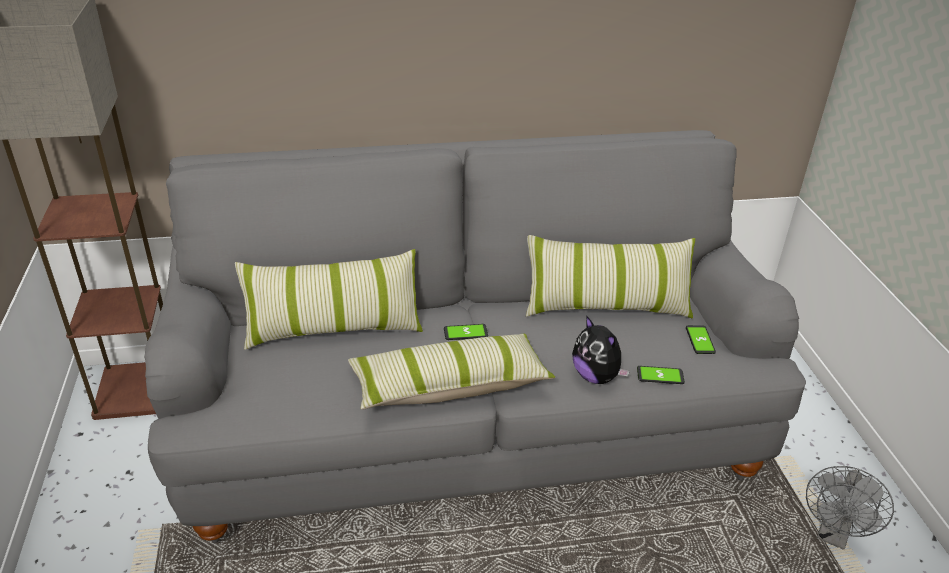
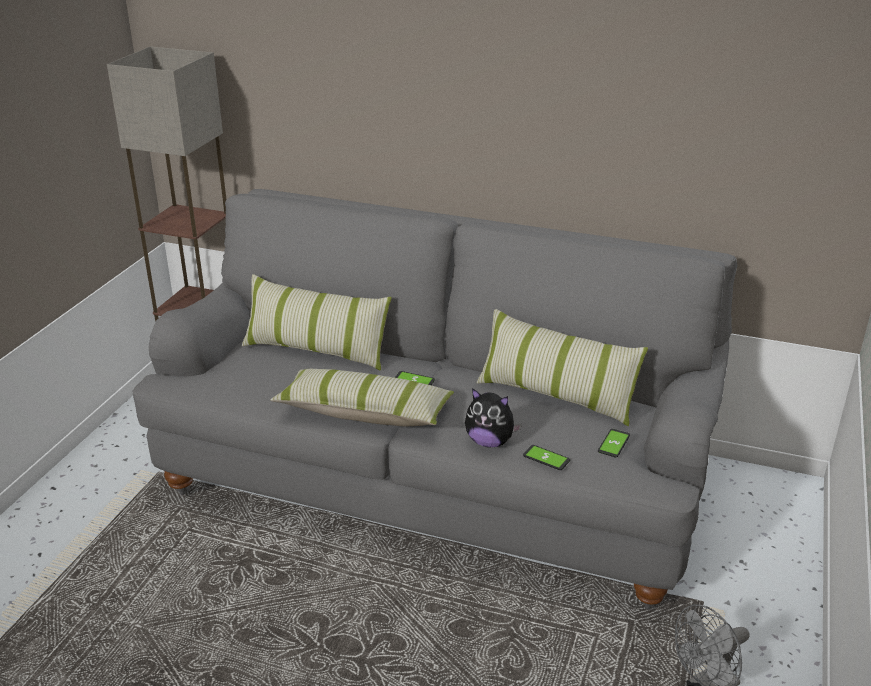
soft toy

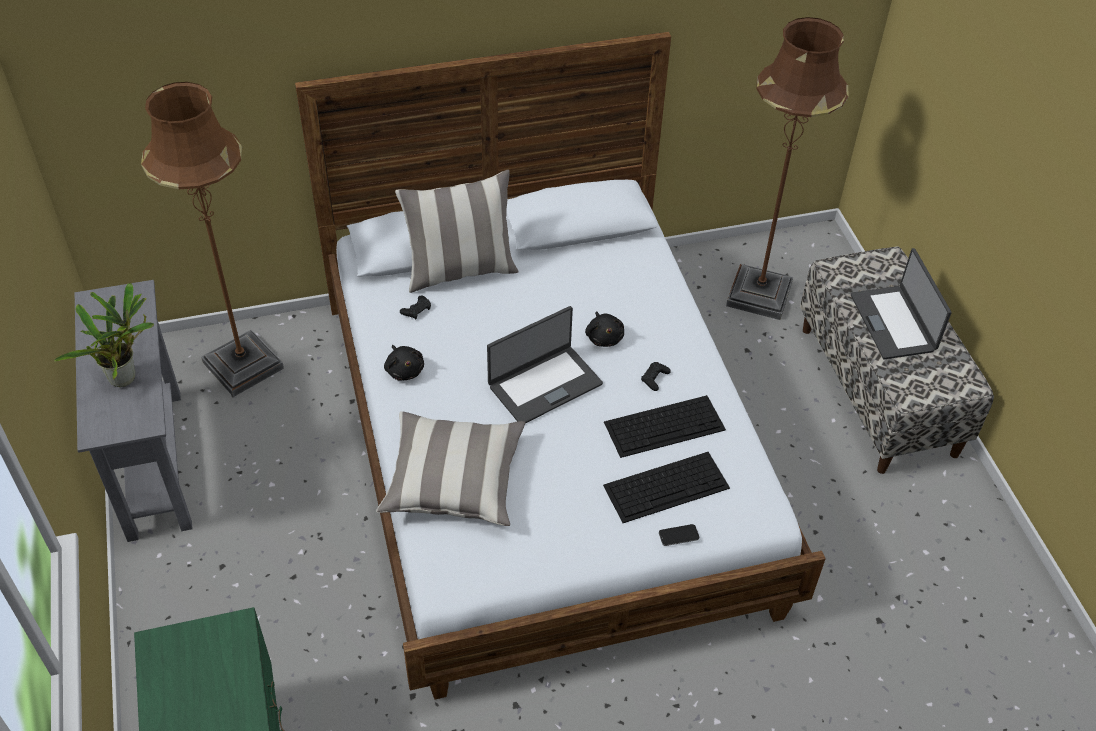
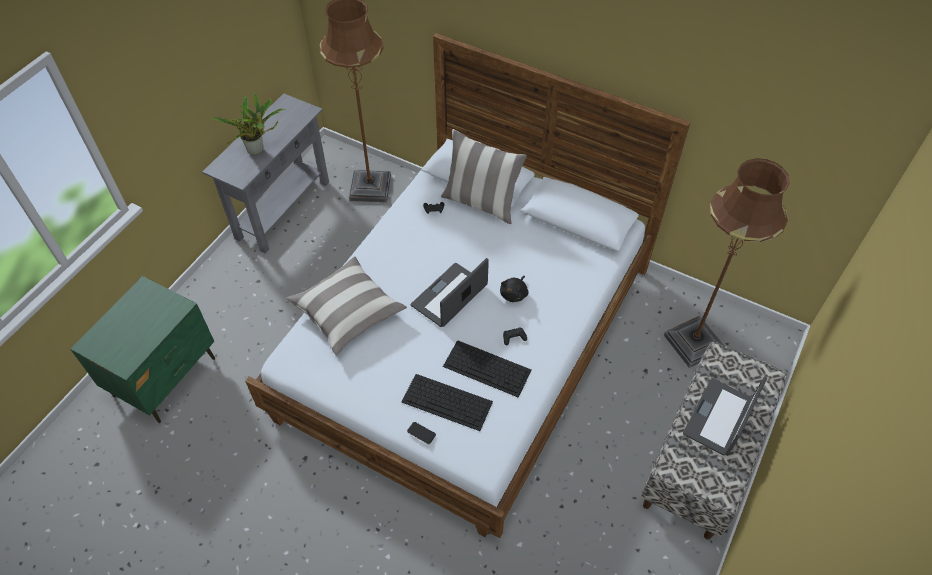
black soft toy (1st from left in the first image)
notebook computer (1st from left)

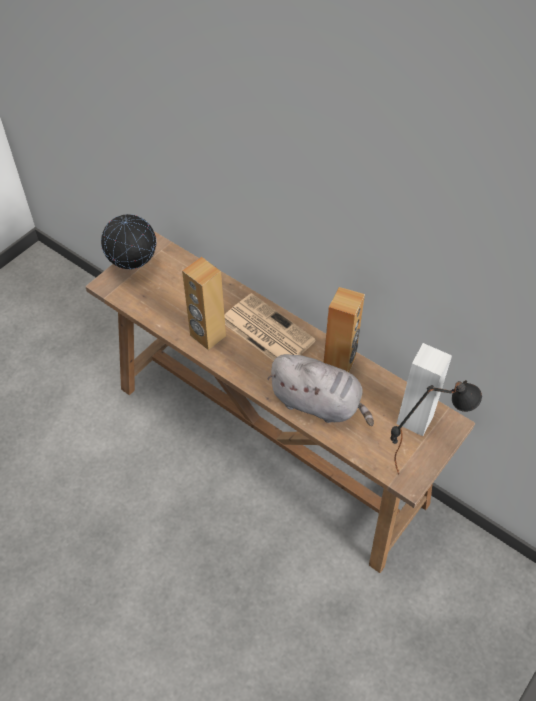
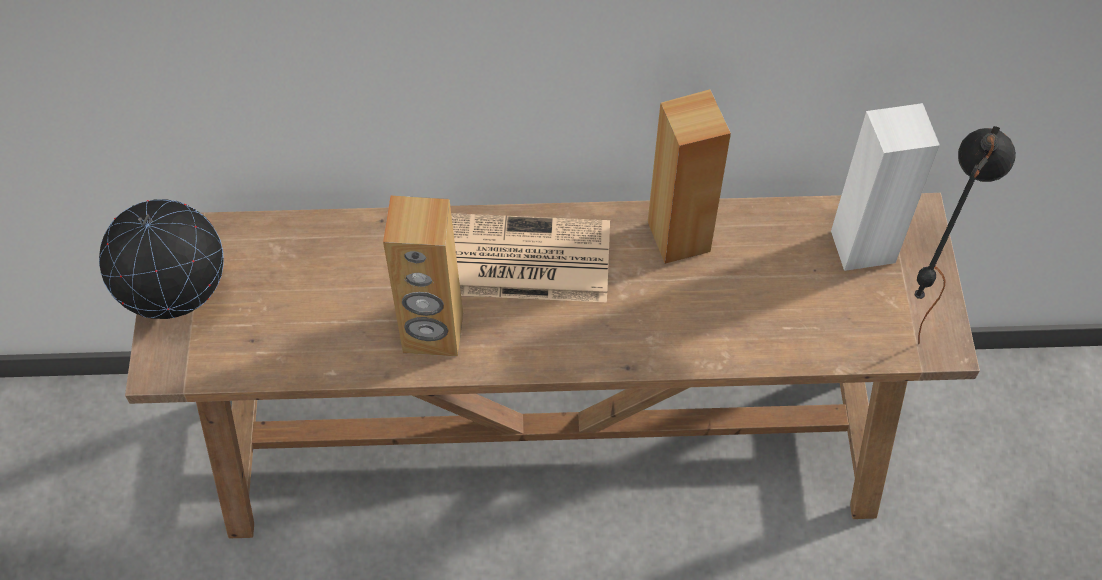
greyish soft toy

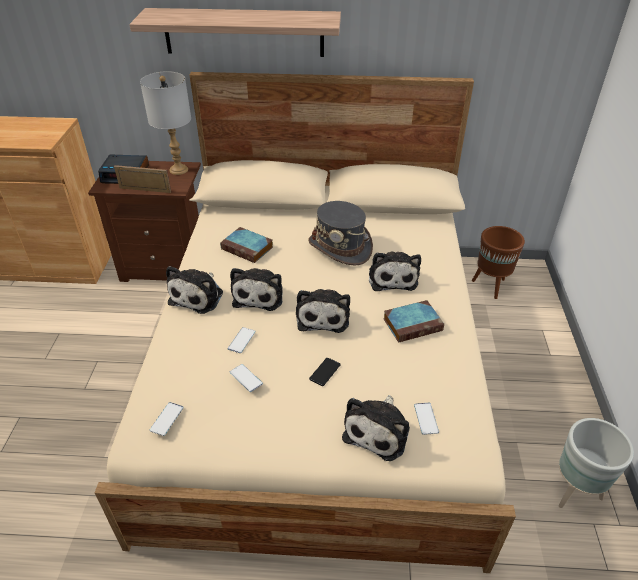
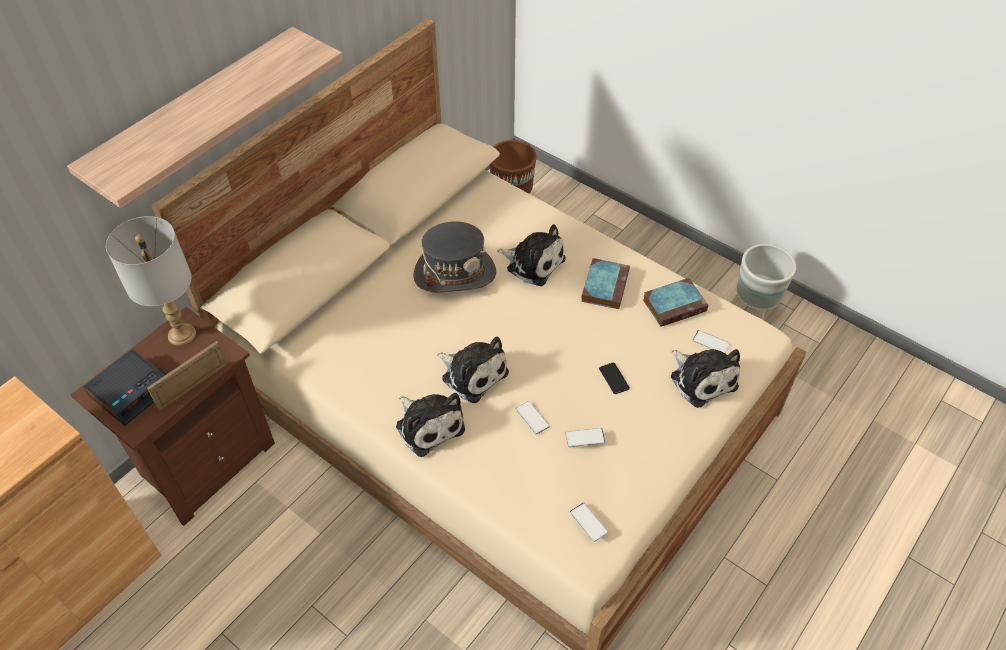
bound book (2nd from left)
soft toy (3rd from left in the first image)

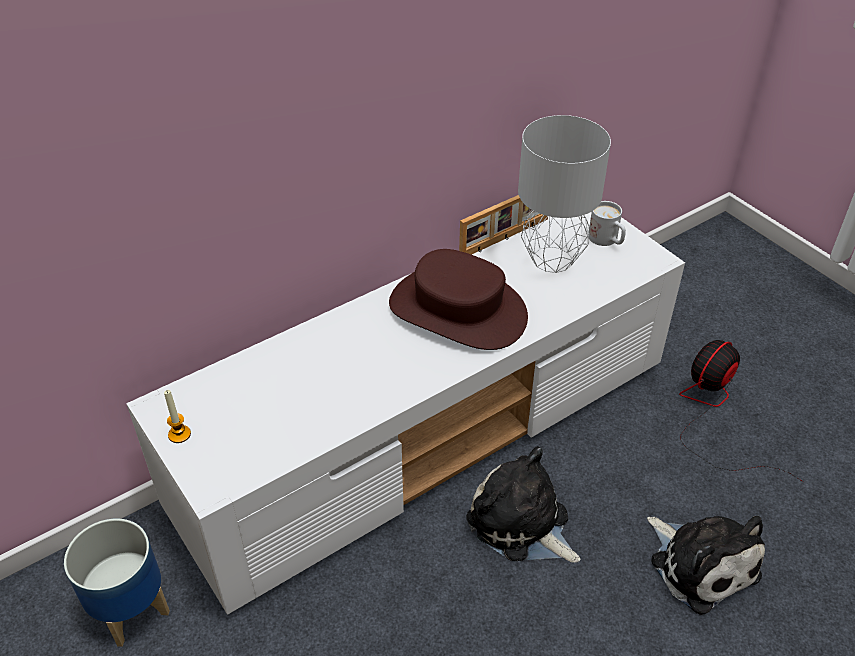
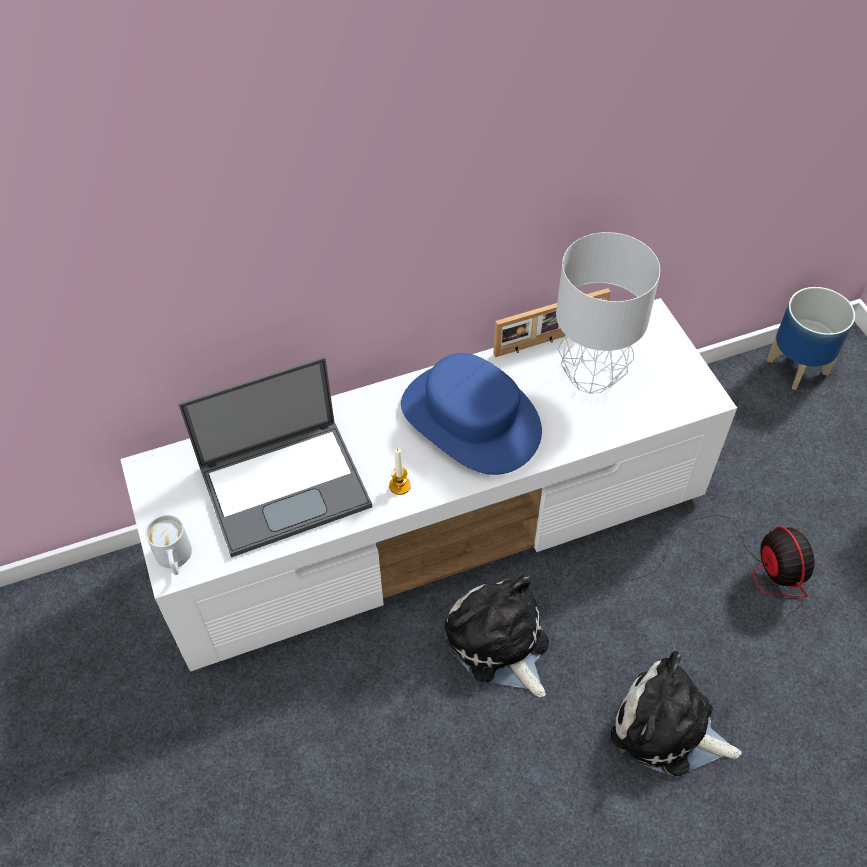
flower pot
wax candle
blue clothing hat
white-coloured mug
soft toy (2nd from left)
fan
notebook computer

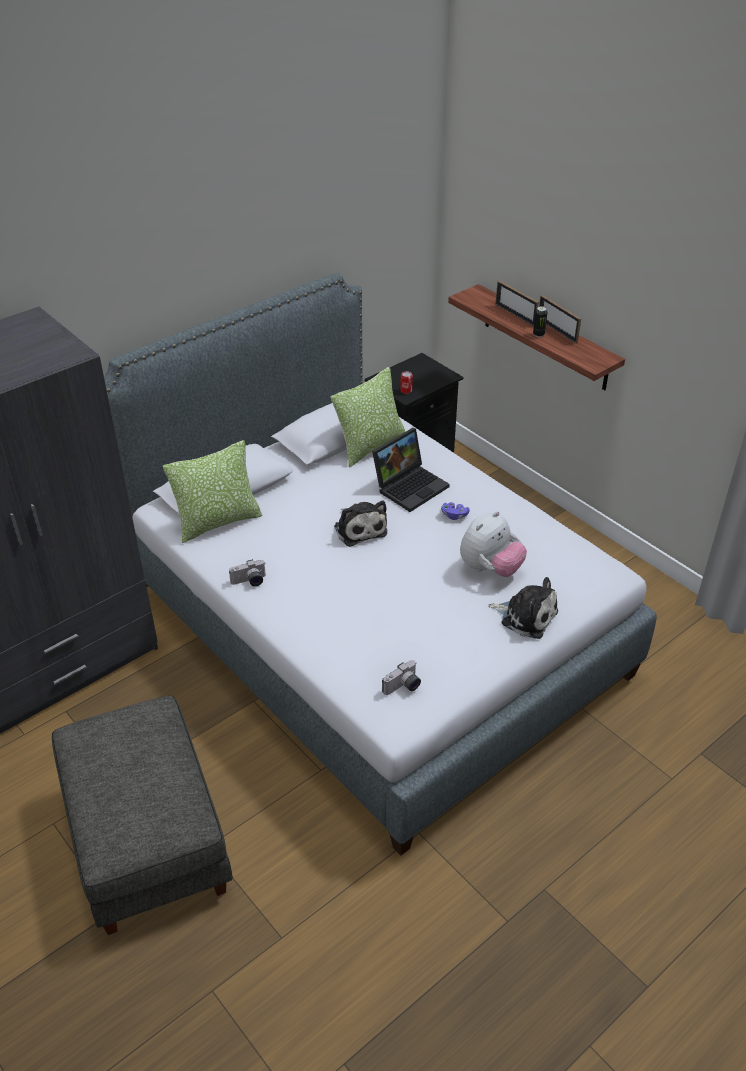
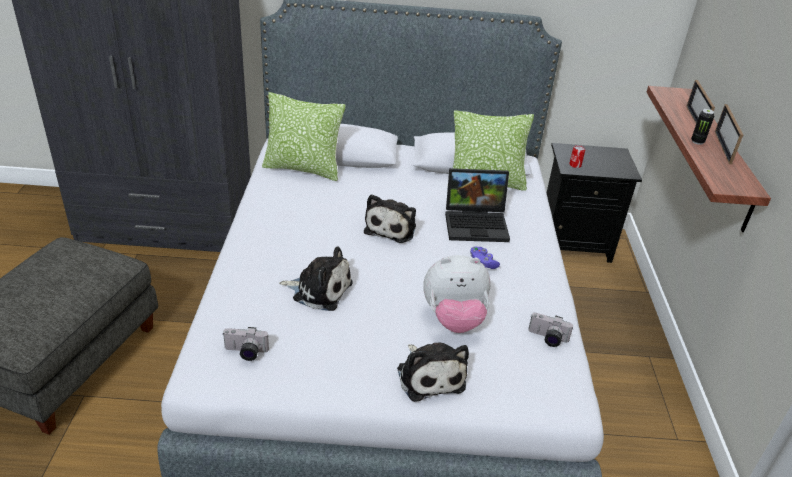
still camera (2nd from left)
soft toy (1st from left)

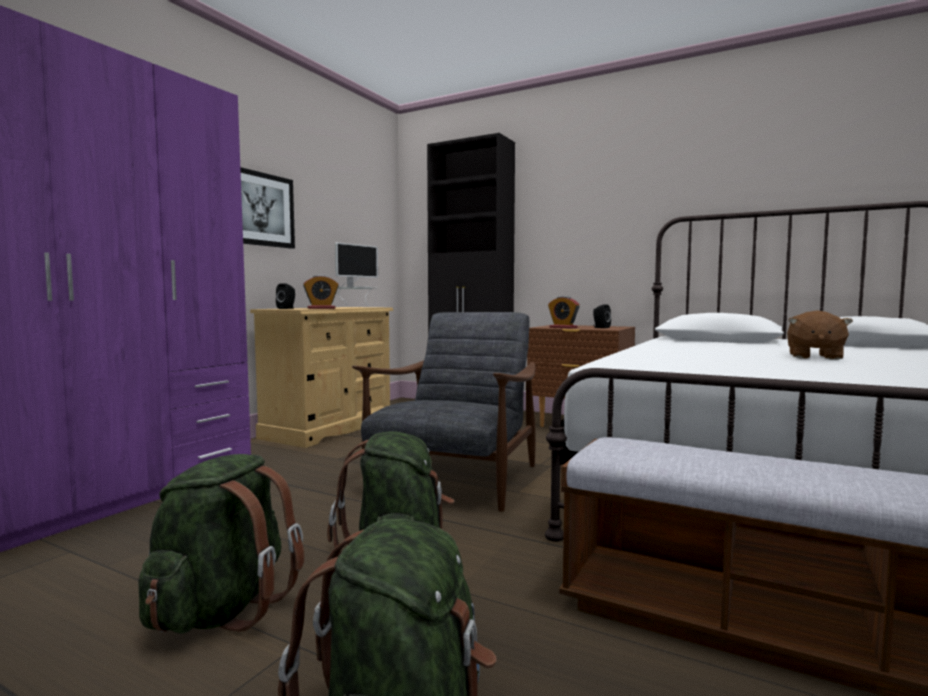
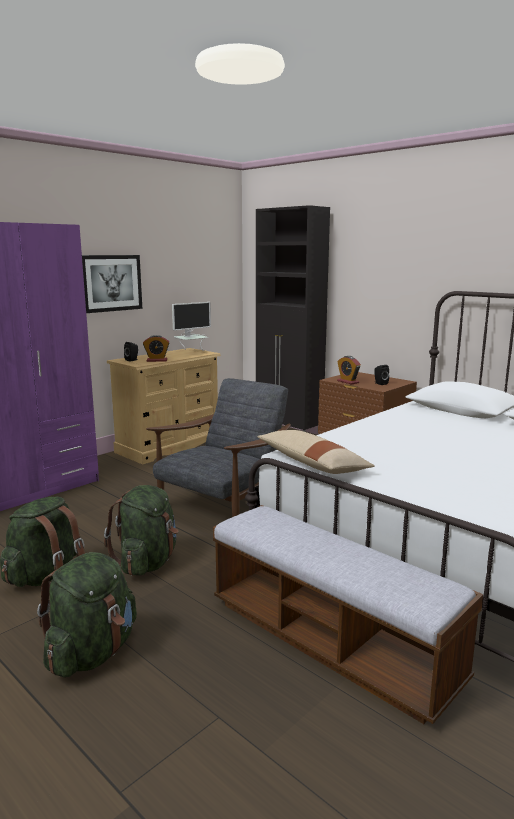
brown soft toy
sand-coloured throw pillow

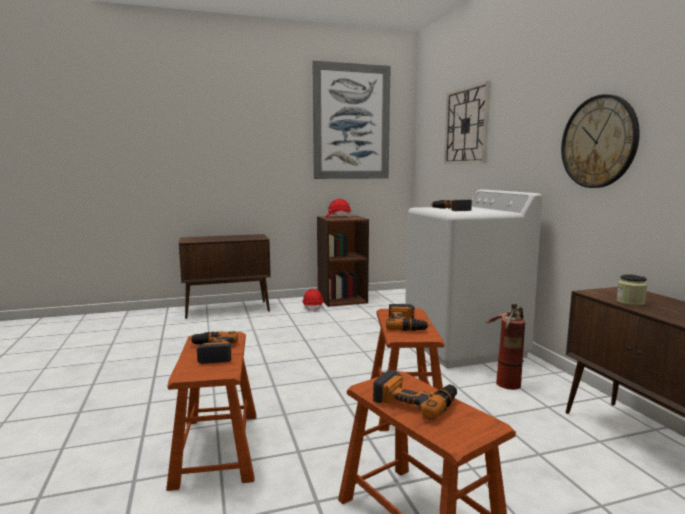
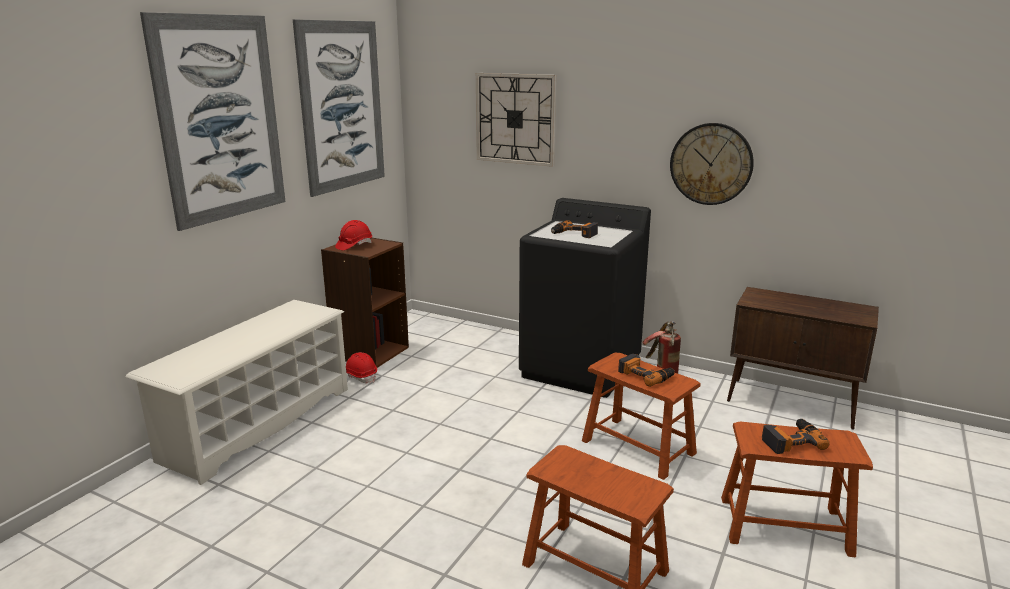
white-coloured shoe shelf
power drill (1st from left in the first image)
black laundry appliance
preserve jar
wall picture (1st from left)

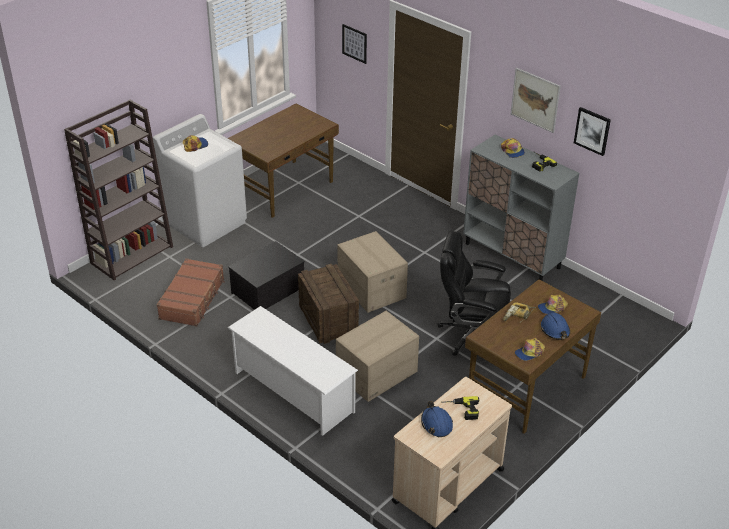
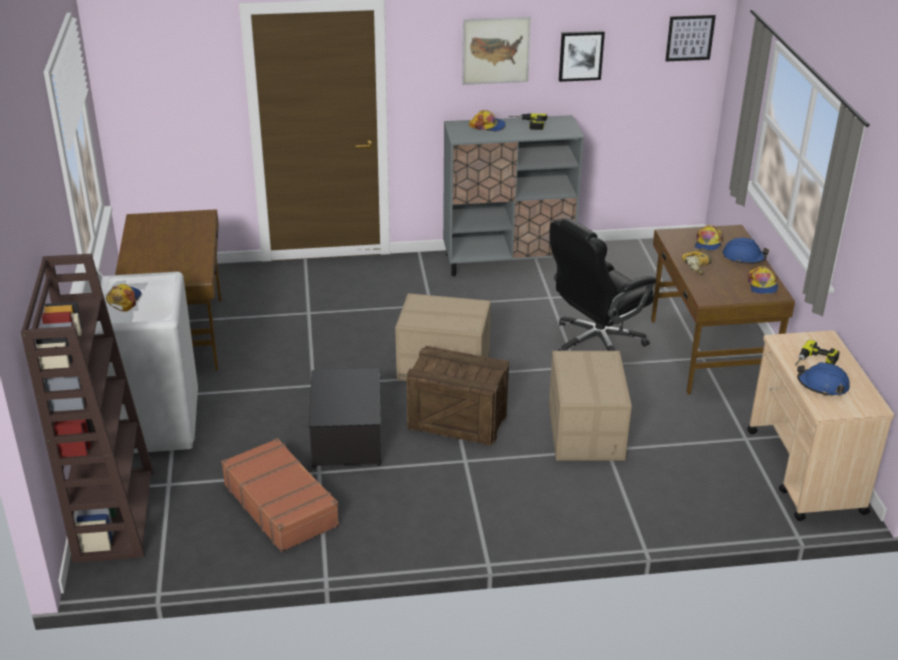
white-coloured shoe shelf
wall picture (3rd from left)

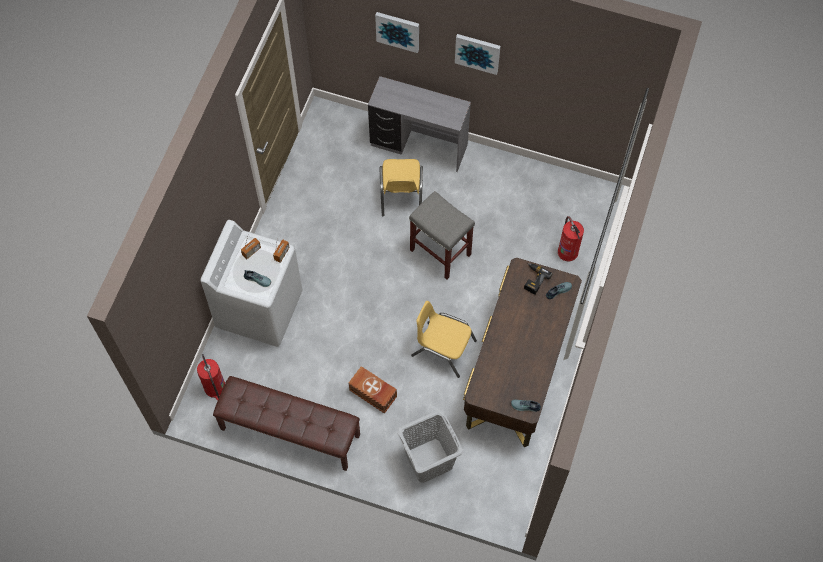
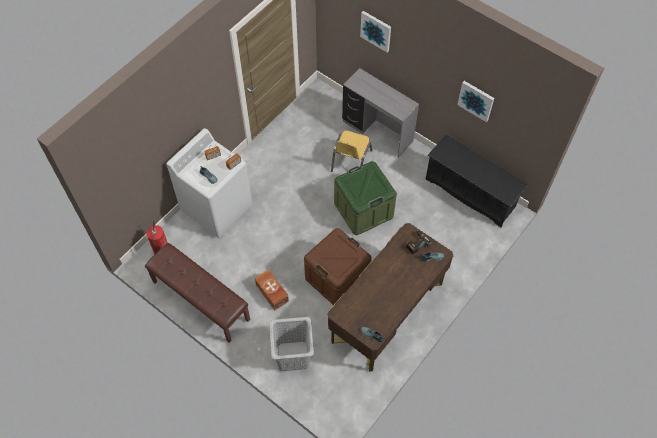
green-coloured storage container
brown storage container (2nd from left)
wall picture (2nd from left)
extinguisher (2nd from left in the first image)
black shoe shelf

